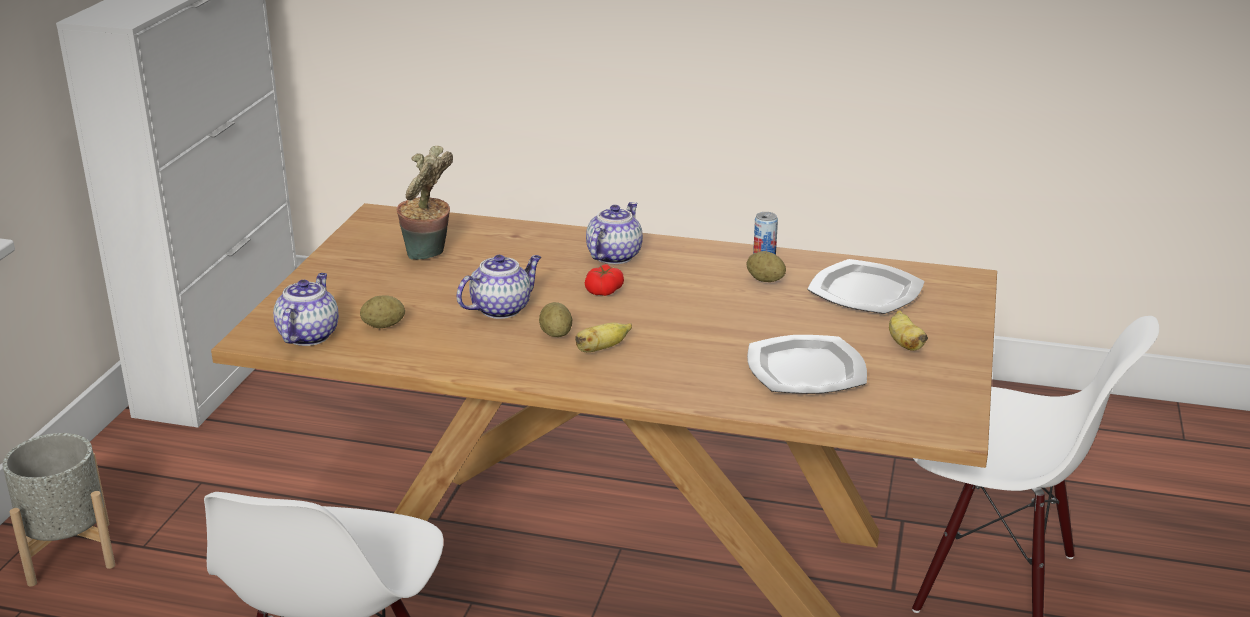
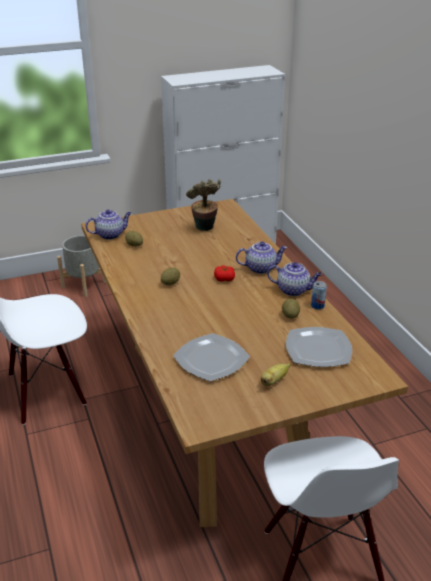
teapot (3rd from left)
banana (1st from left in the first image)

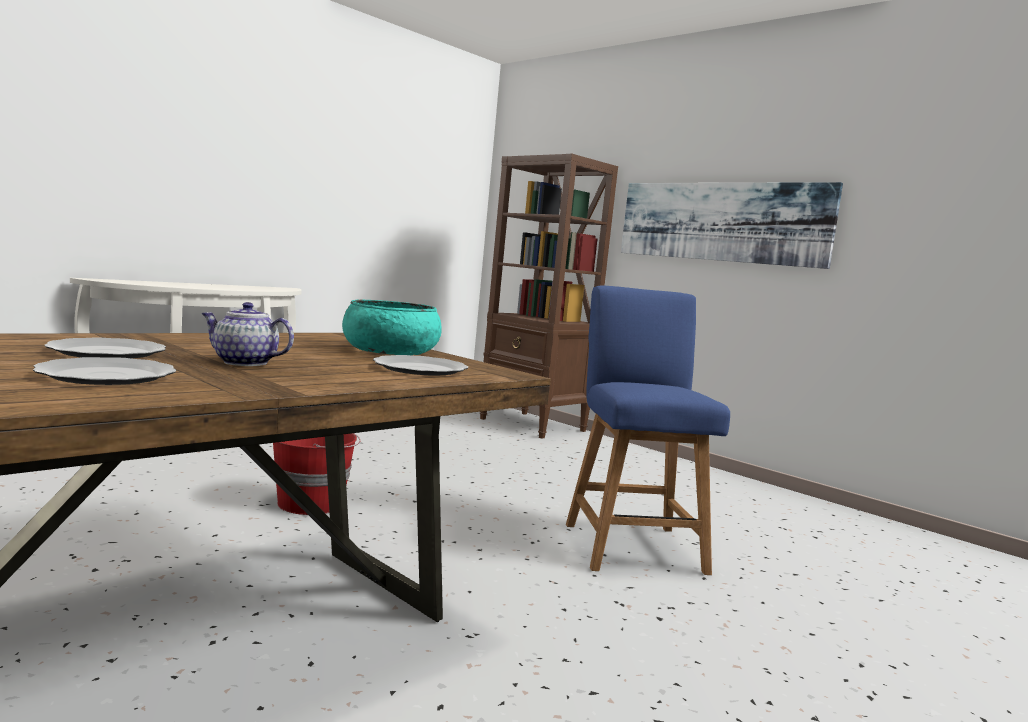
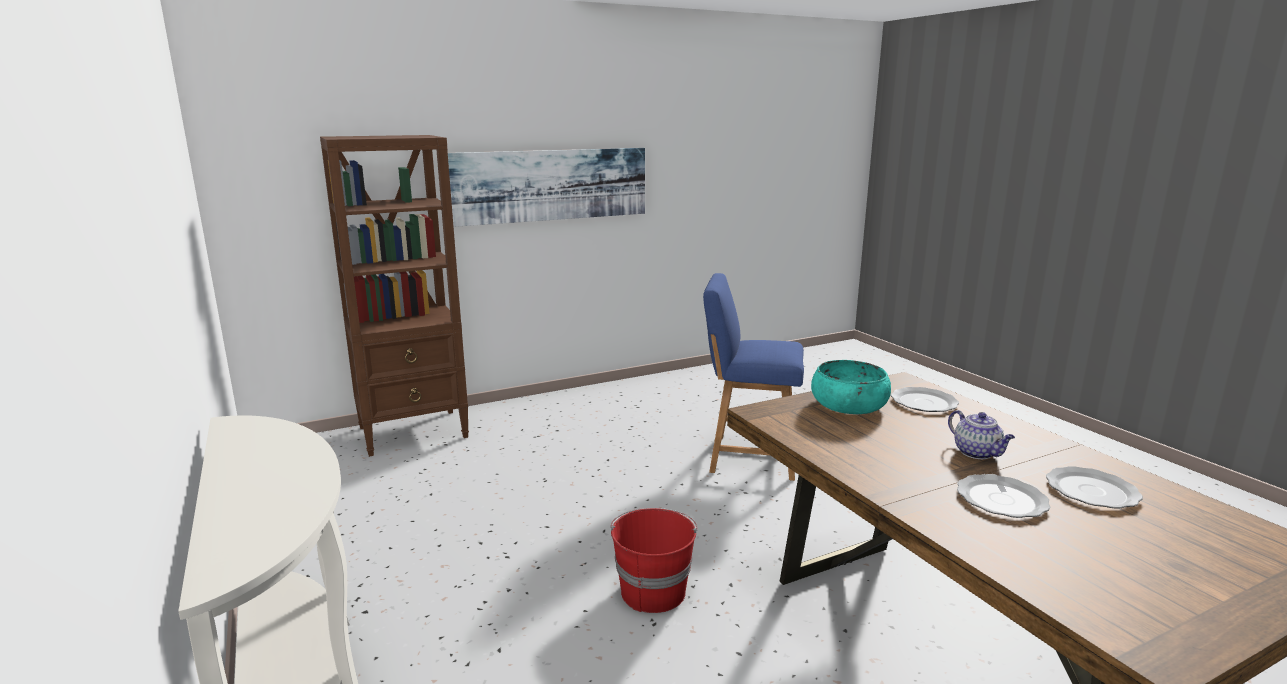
teapot

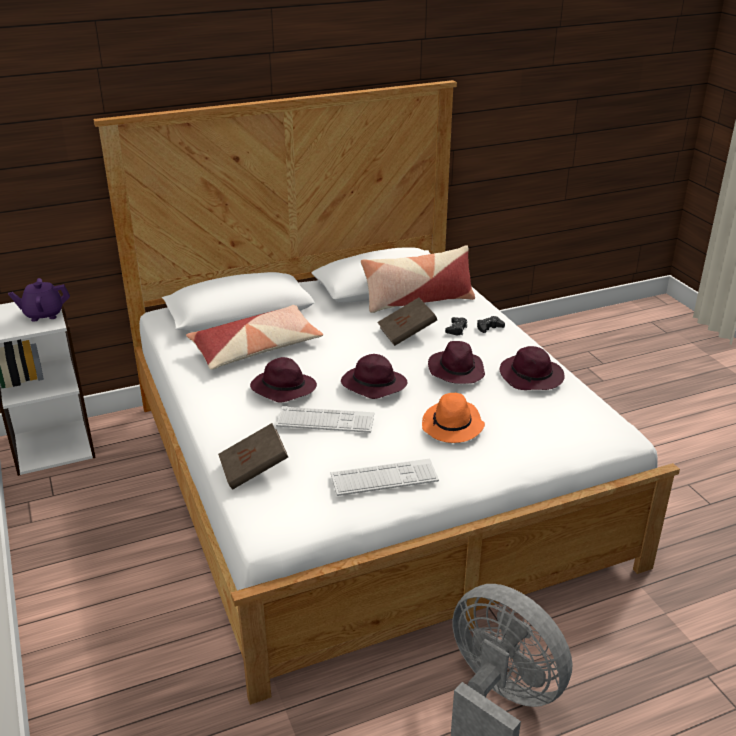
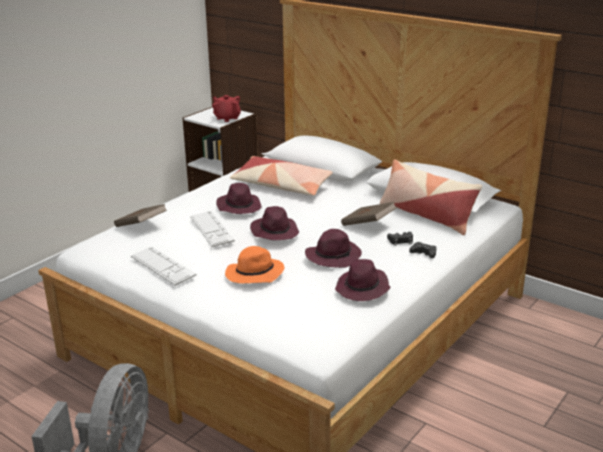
reddish teapot

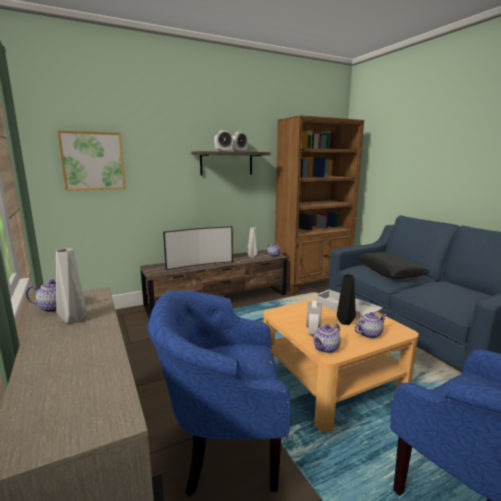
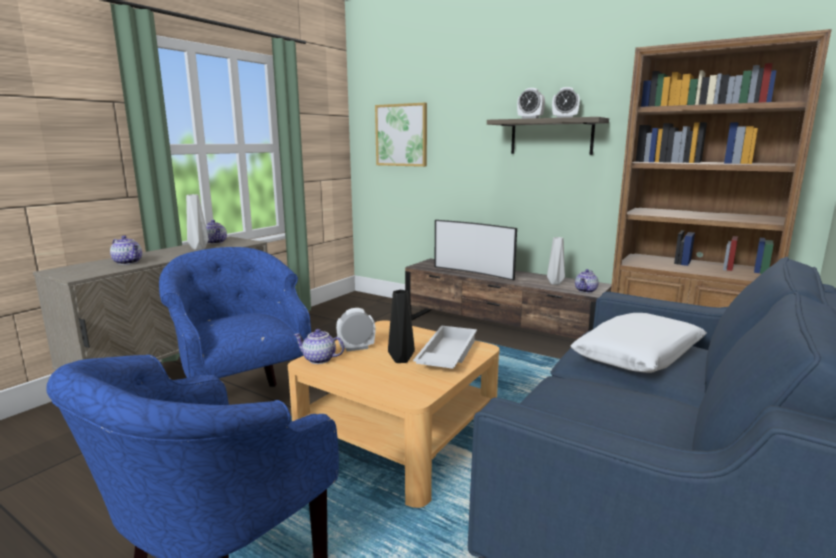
teapot (1st from left)
white-coloured throw pillow

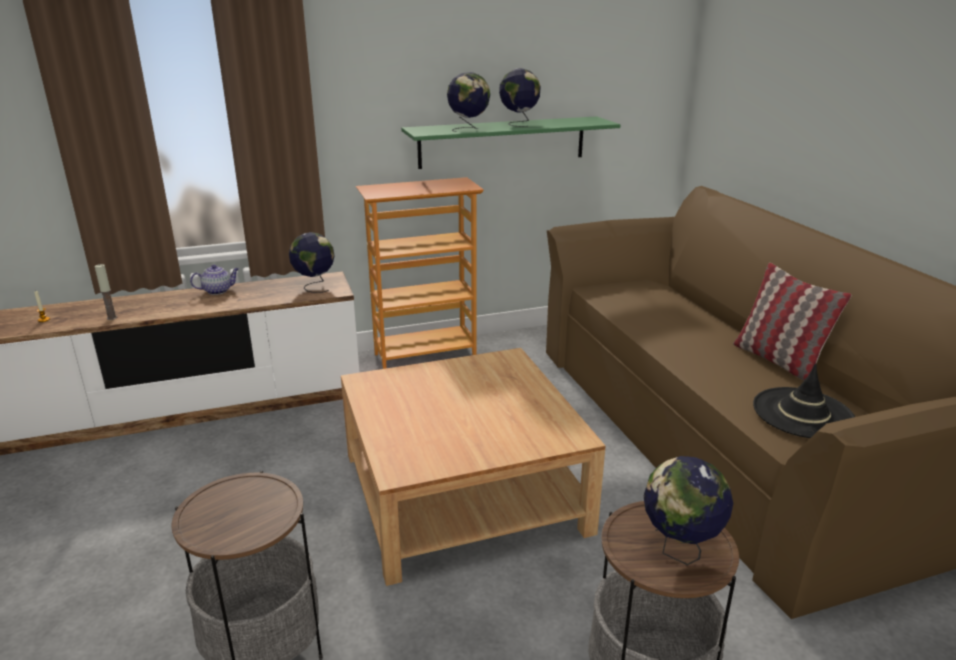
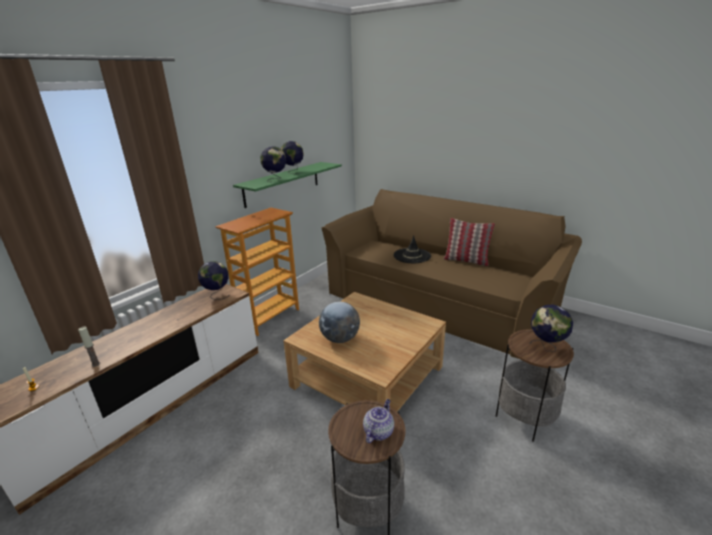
teapot
black clothing hat
desk globe (4th from left)

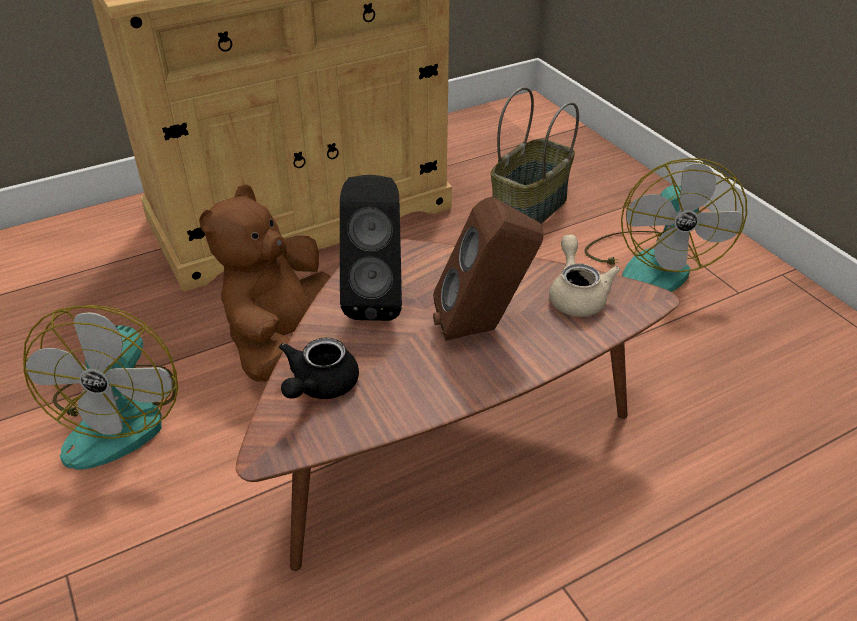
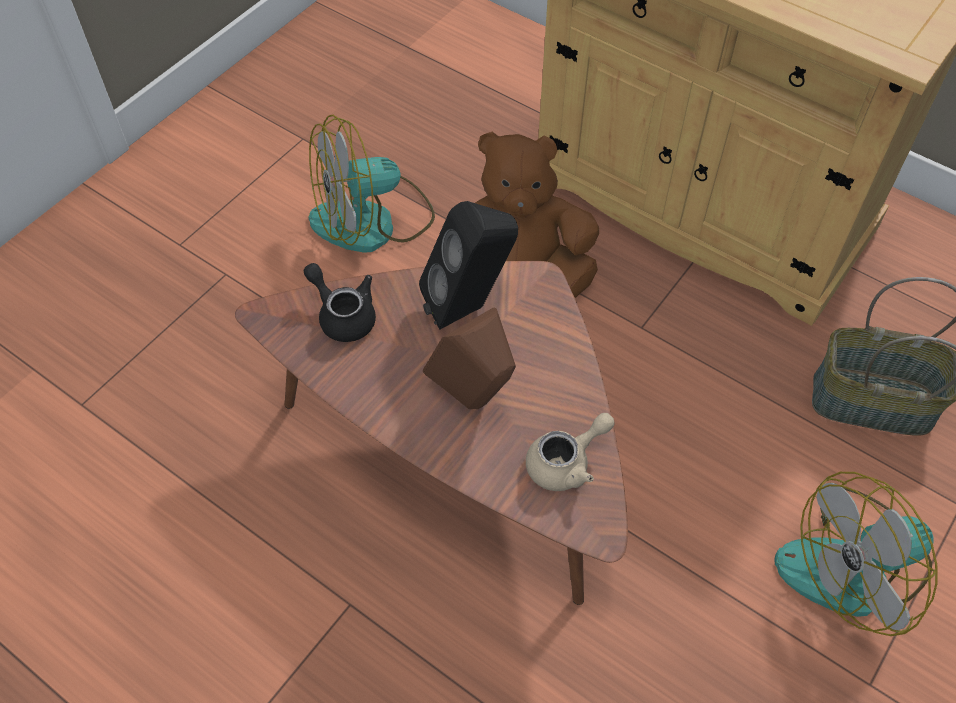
black teapot

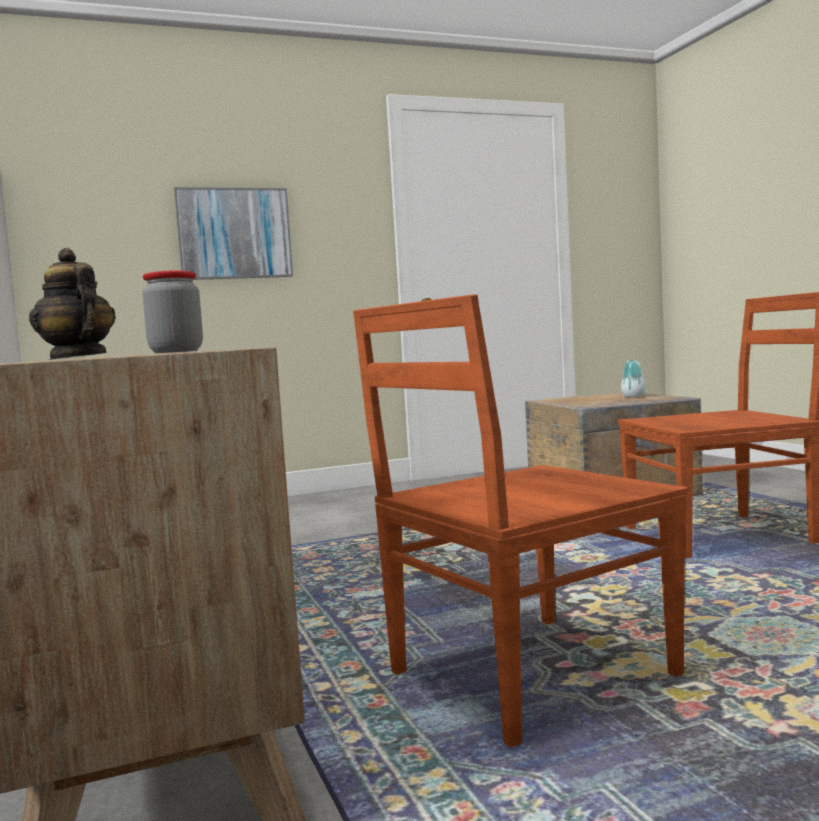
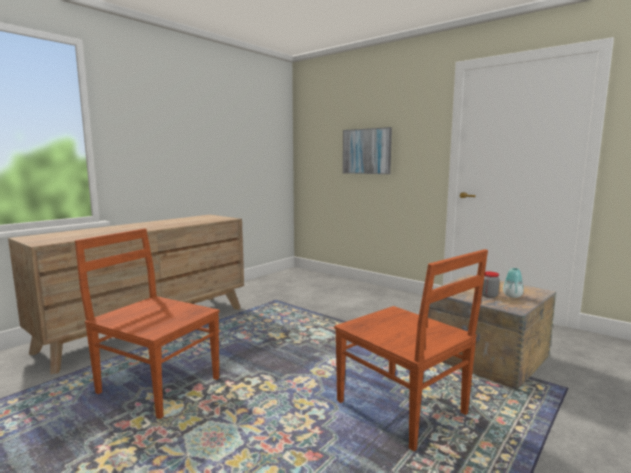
teapot
preserve jar

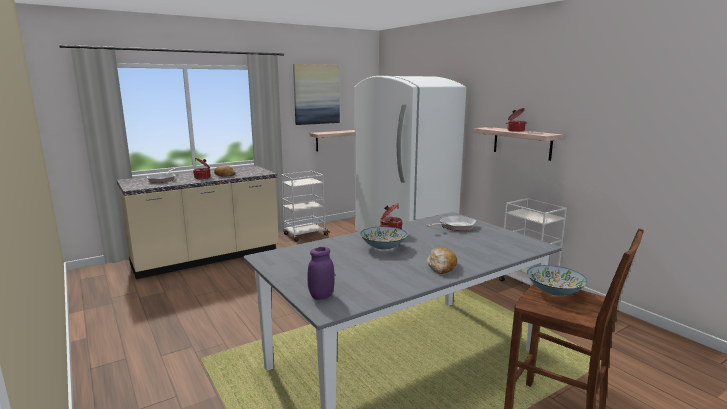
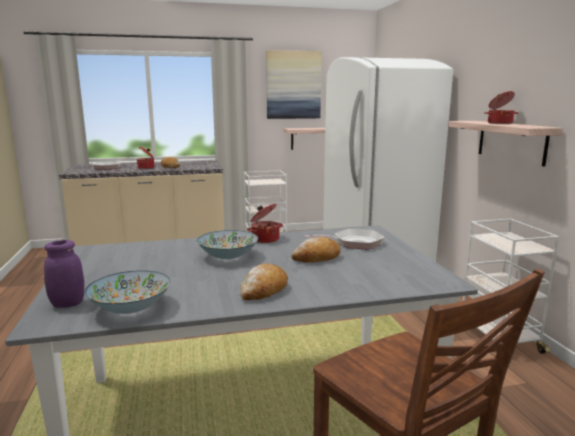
serving bowl (1st from left)
bread (3rd from left)

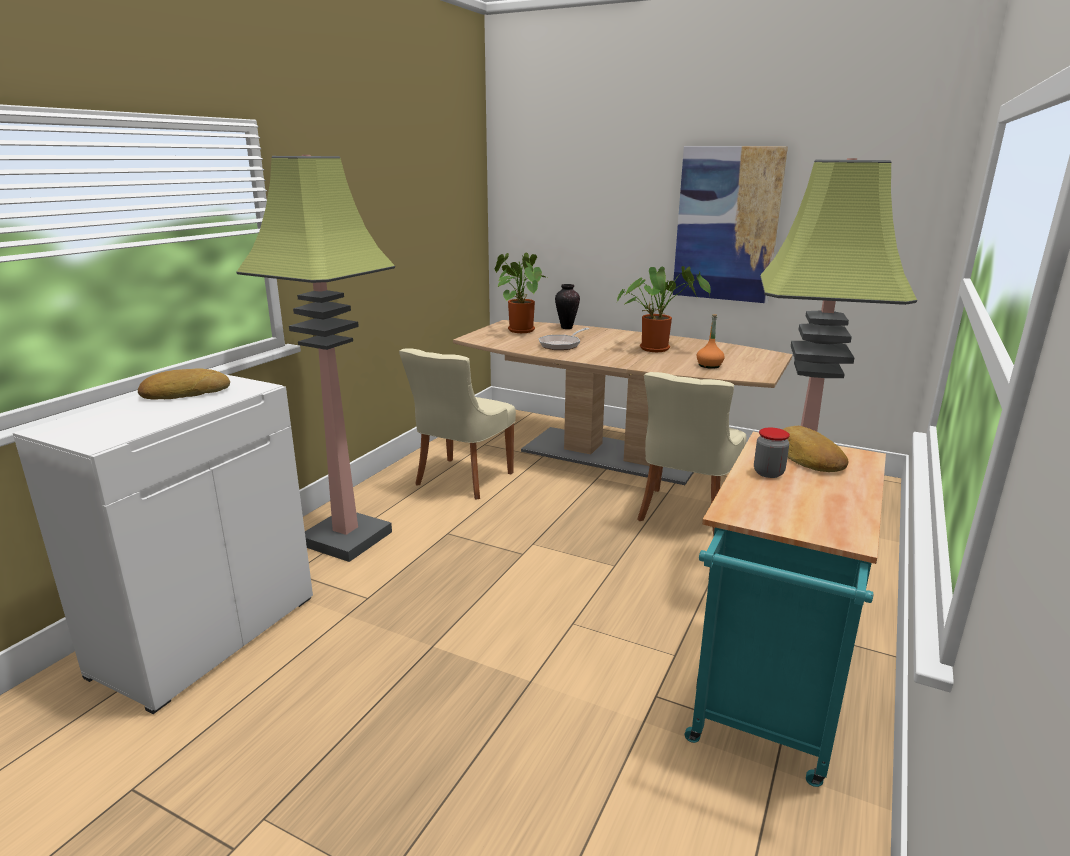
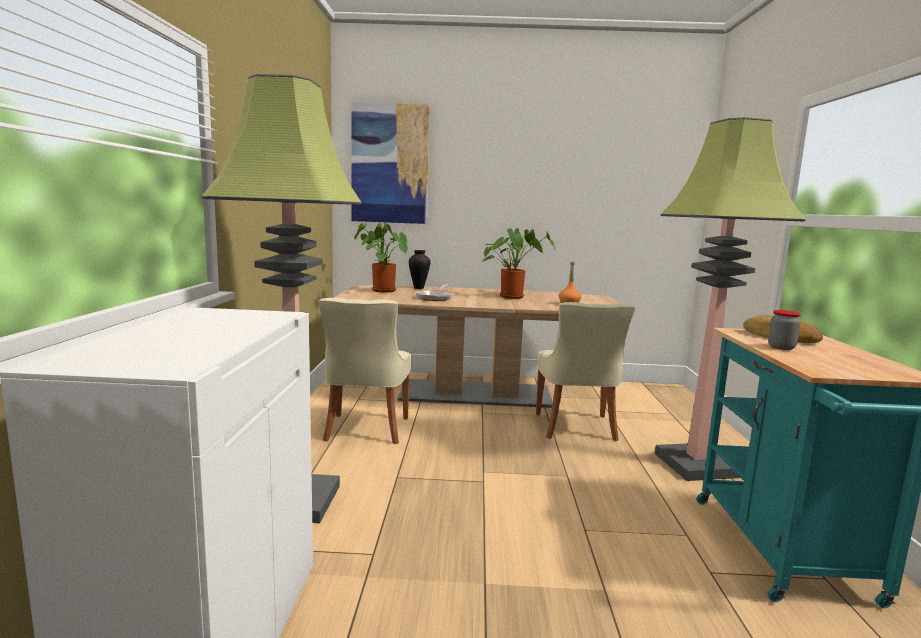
bread (1st from left in the first image)
wall picture

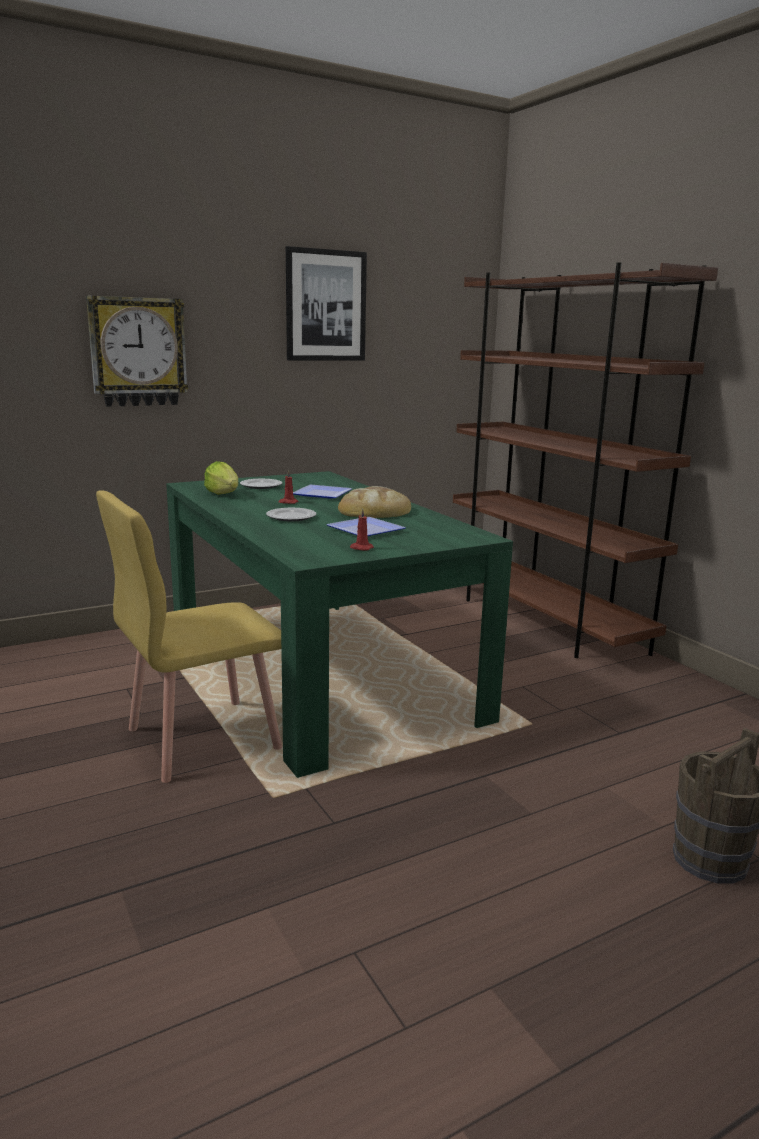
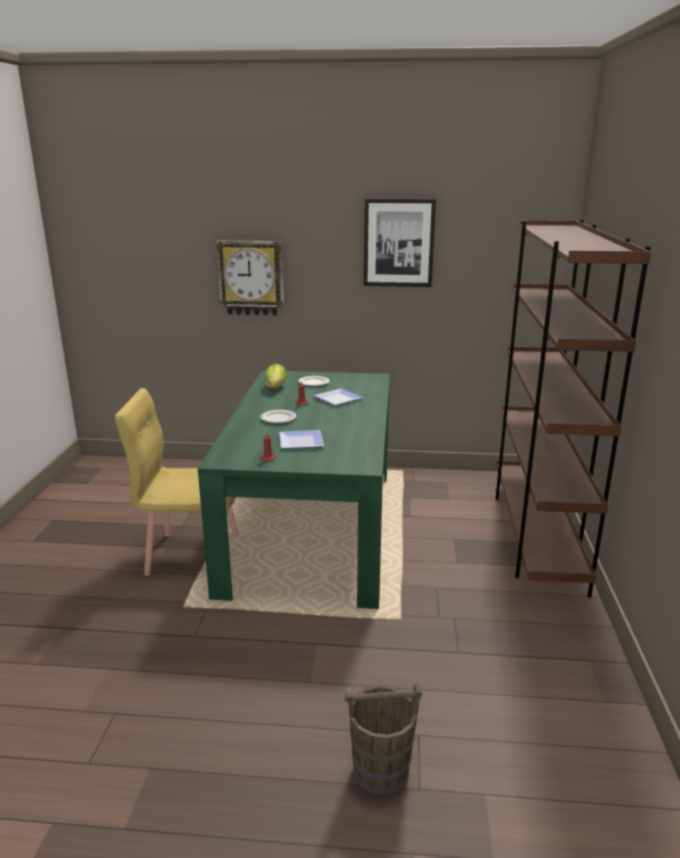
bread

